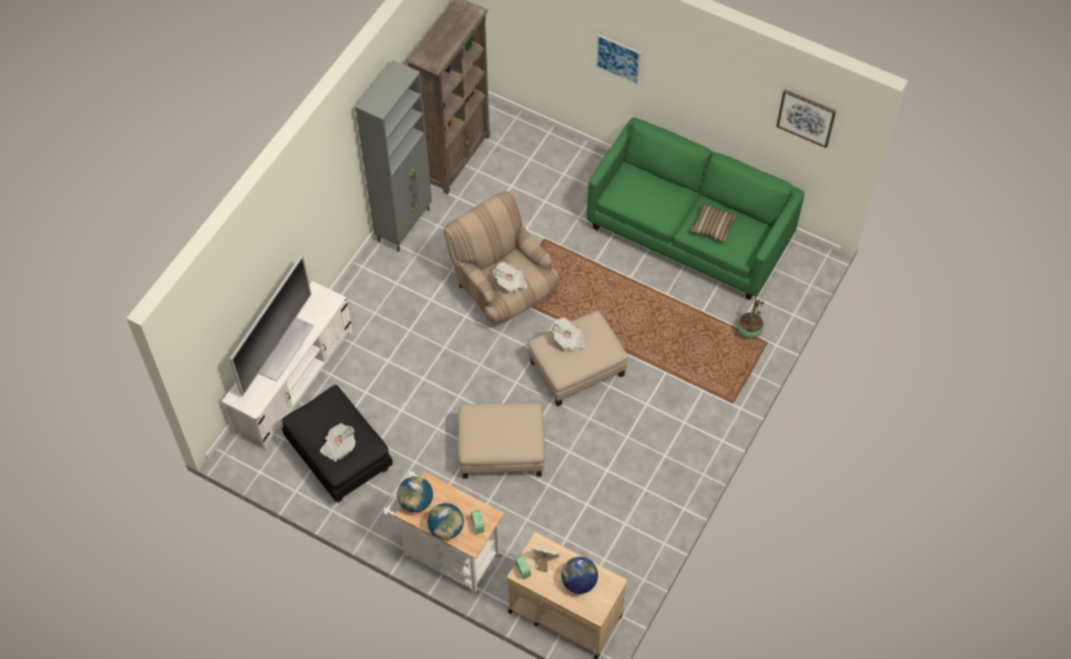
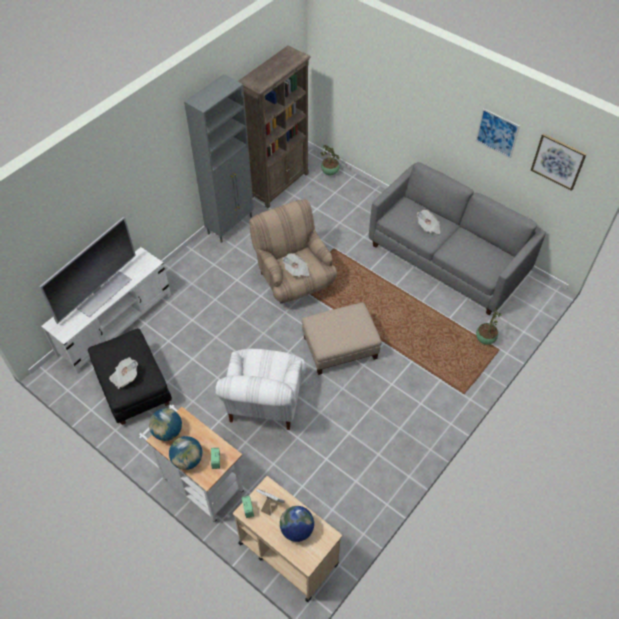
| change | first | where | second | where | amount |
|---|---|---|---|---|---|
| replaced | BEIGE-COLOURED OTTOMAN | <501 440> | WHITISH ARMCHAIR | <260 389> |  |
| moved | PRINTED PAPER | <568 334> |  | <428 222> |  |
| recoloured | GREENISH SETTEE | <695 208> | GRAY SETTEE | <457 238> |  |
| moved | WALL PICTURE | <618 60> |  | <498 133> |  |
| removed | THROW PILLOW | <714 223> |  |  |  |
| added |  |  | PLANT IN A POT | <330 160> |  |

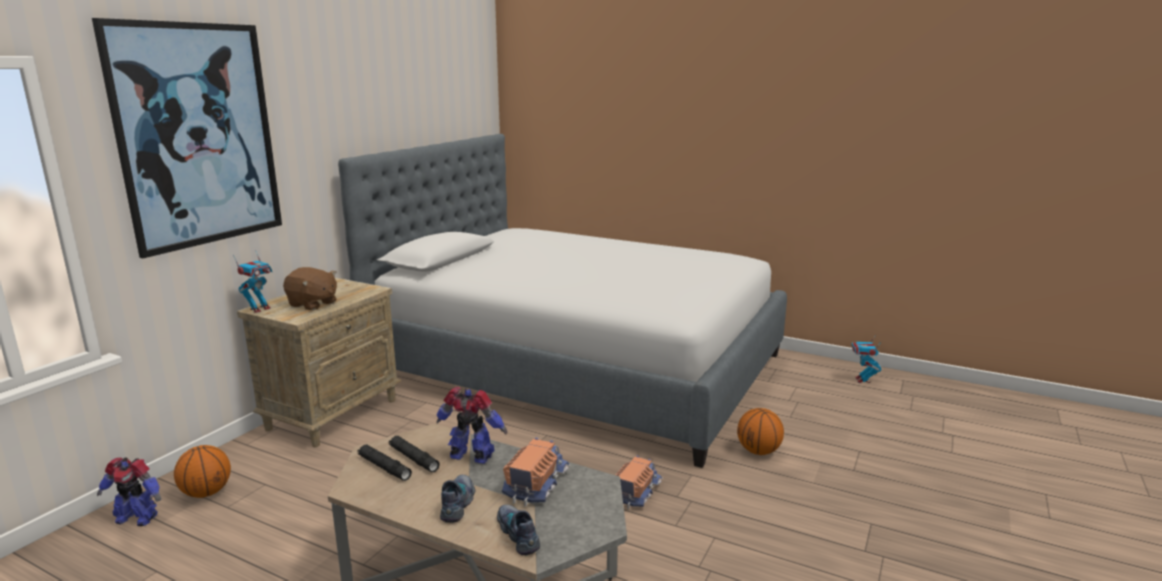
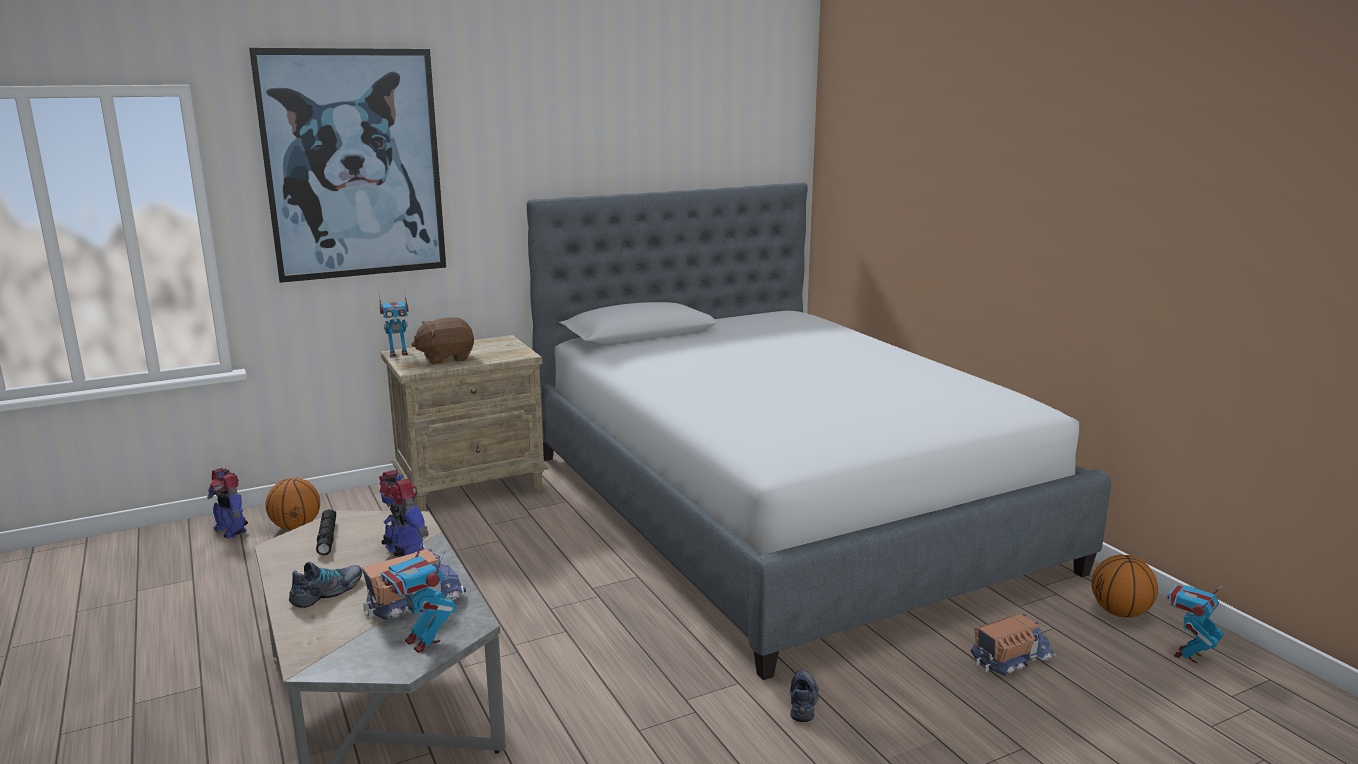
| change | first | where | second | where | amount |
|---|---|---|---|---|---|
| turned | BROWN-COLOURED PLUSH TOY | <310 288> |  | <442 341> | 90 degrees clockwise |
| removed | BLACKISH FLASHLIGHT | <414 454> |  |  |  |
| moved | ITEM OF FOOTWEAR | <518 530> |  | <804 696> |  |
| moved | MODEL TRUCK | <639 482> |  | <1013 645> |  |
| moved | BALL FOR BASKETBALL | <760 431> |  | <1124 586> |  |
| added |  |  | TOY ROBOT | <418 594> |  |

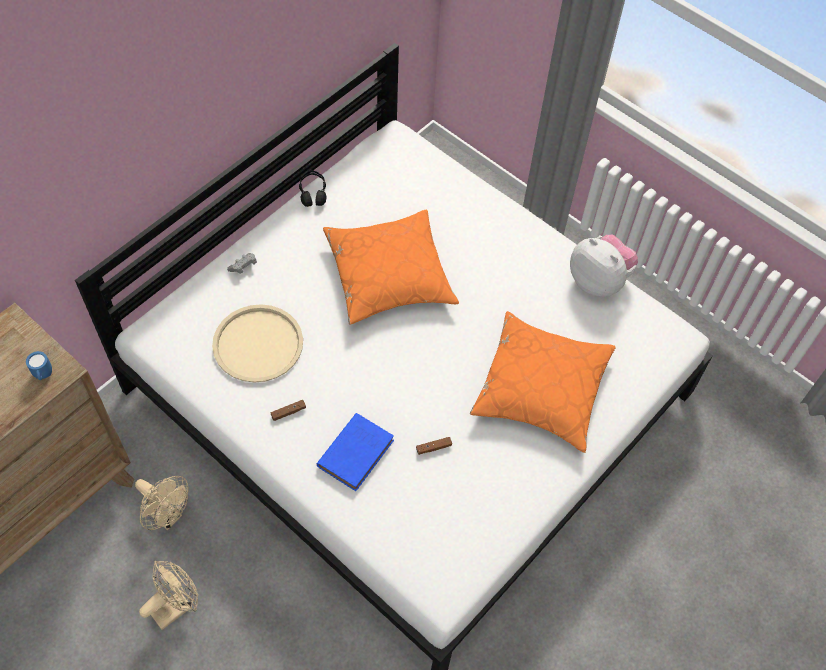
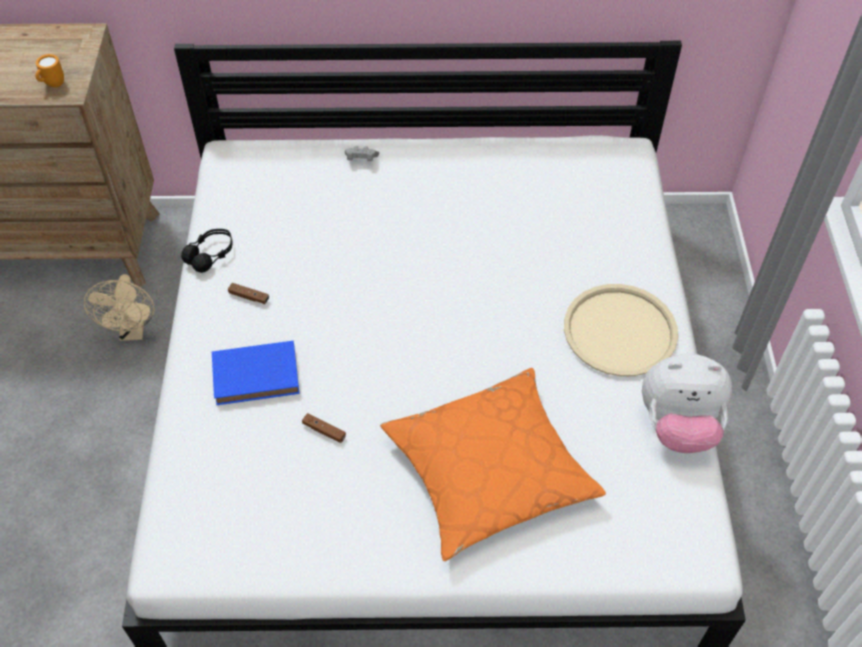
| change | first | where | second | where | amount |
|---|---|---|---|---|---|
| recoloured | BLUISH COFFEE MUG | <39 365> | ORANGEY COFFEE MUG | <50 71> |  |
| removed | BEIGE-COLOURED COOLING FAN | <168 595> |  |  |  |
| moved | BEIGE-COLOURED CARRYING TRAY | <257 343> |  | <621 330> |  |
| moved | BLACKISH PAIR OF HEADPHONES | <313 188> |  | <206 251> |  |
| removed | ORANGEY THROW PILLOW | <391 267> |  |  |  |
| turned | PLUSH TOY | <604 266> |  | <687 403> | 90 degrees clockwise |

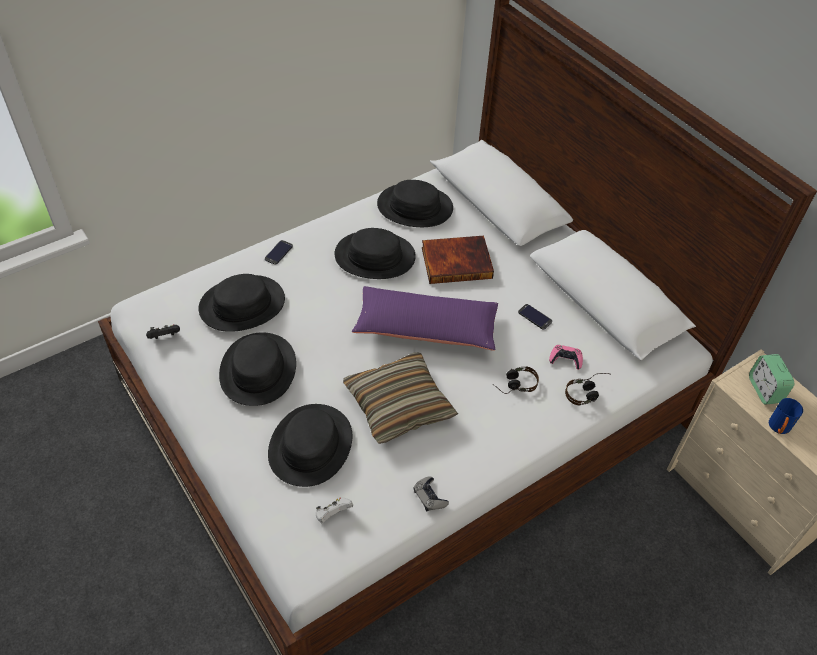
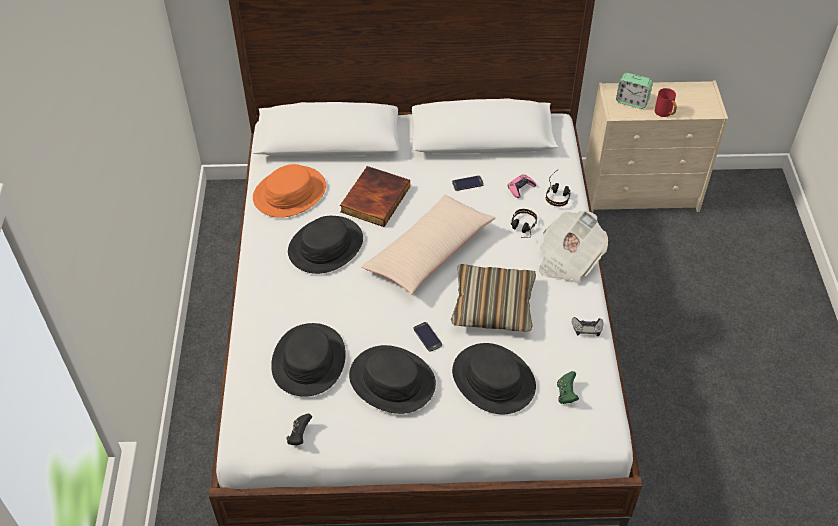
| change | first | where | second | where | amount |
|---|---|---|---|---|---|
| moved | TELEPHONE | <279 252> |  | <428 337> |  |
| recoloured | WHITISH JOYPAD | <334 510> | GREENISH JOYPAD | <568 387> |  |
| recoloured | PURPLISH THROW PILLOW | <425 318> | BEIGE-COLOURED THROW PILLOW | <428 244> |  |
| recoloured | BLACKISH CLOTHING HAT | <415 203> | ORANGEY CLOTHING HAT | <289 191> |  |
| recoloured | BLUISH COFFEE MUG | <786 416> | REDDISH COFFEE MUG | <666 102> |  |
| added |  |  | PRINTED PAPER | <573 247> |  |

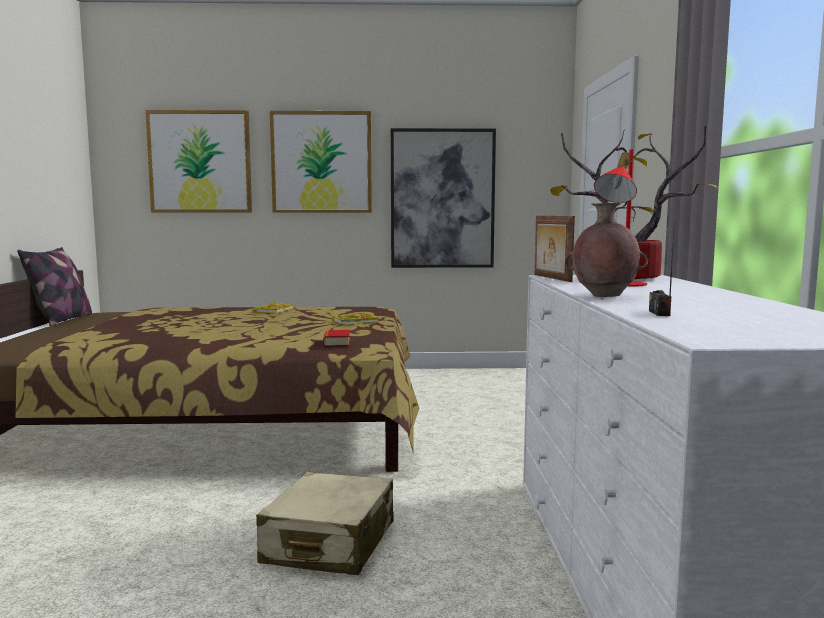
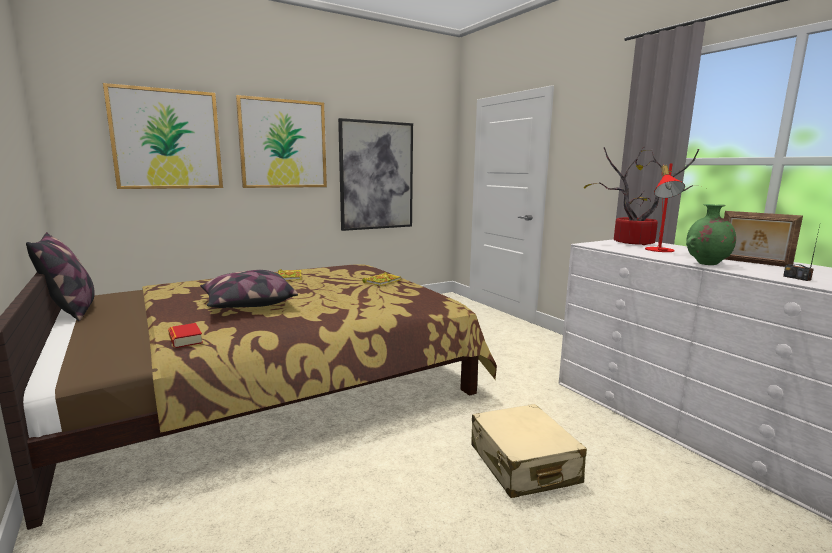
| change | first | where | second | where | amount |
|---|---|---|---|---|---|
| moved | VOLUME | <336 338> |  | <185 335> |  |
| moved | STANDING FRAME | <554 249> |  | <763 239> |  |
| recoloured | BROWN-COLOURED DECORATIVE VASE | <606 250> | GREENISH DECORATIVE VASE | <711 234> |  |
| added |  |  | THROW PILLOW | <249 289> |  |

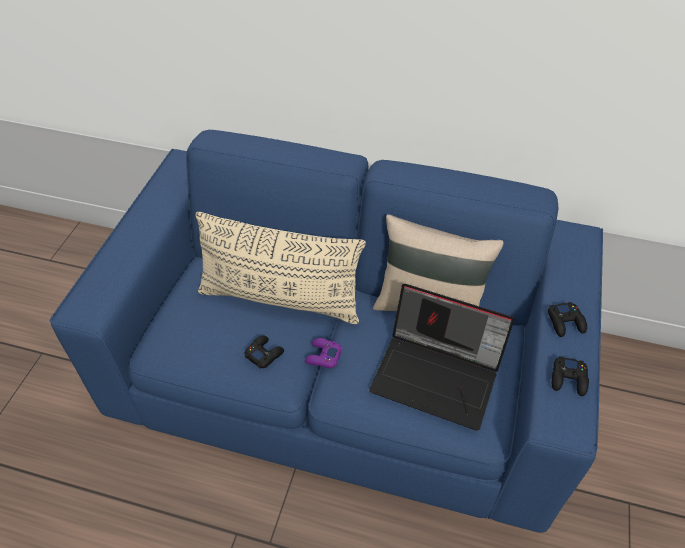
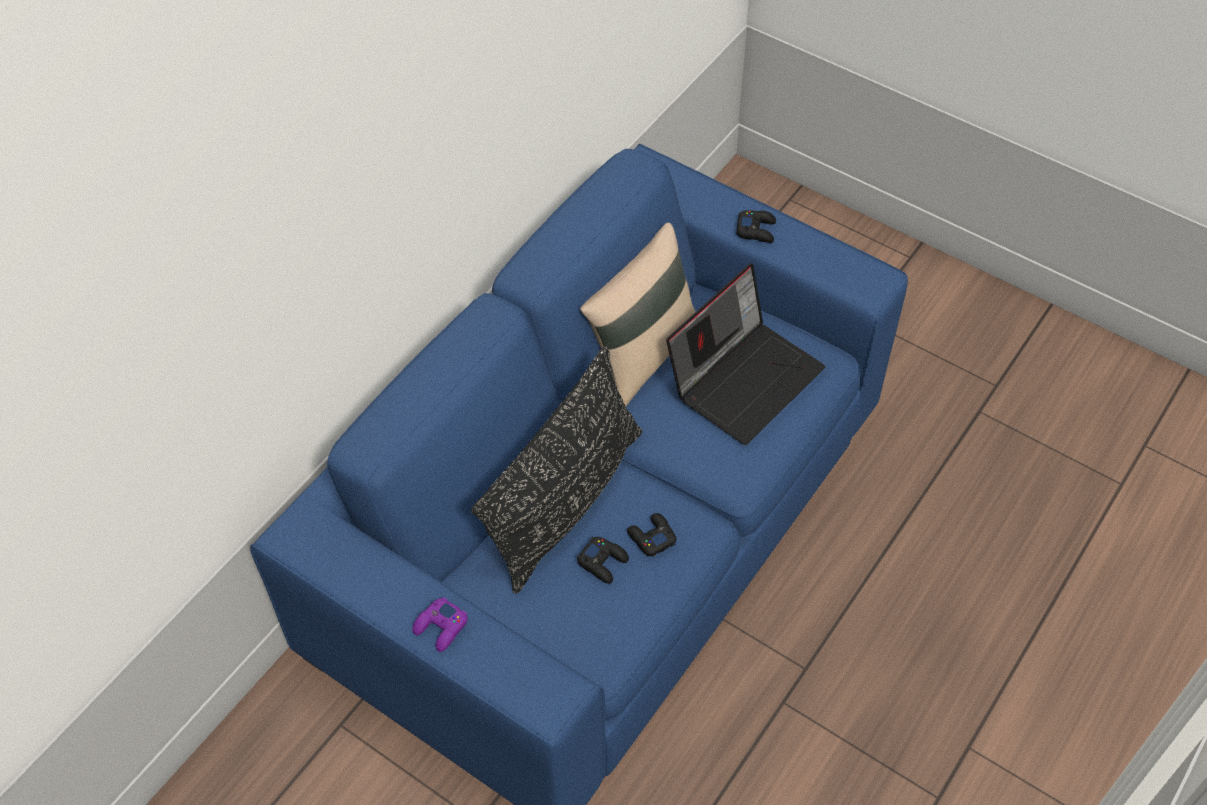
| change | first | where | second | where | amount |
|---|---|---|---|---|---|
| recoloured | BEIGE-COLOURED THROW PILLOW | <281 268> | BLACKISH THROW PILLOW | <556 470> |  |
| moved | PURPLISH JOYPAD | <323 353> |  | <440 624> |  |
| moved | BLACKISH JOYPAD | <570 376> |  | <603 560> |  |

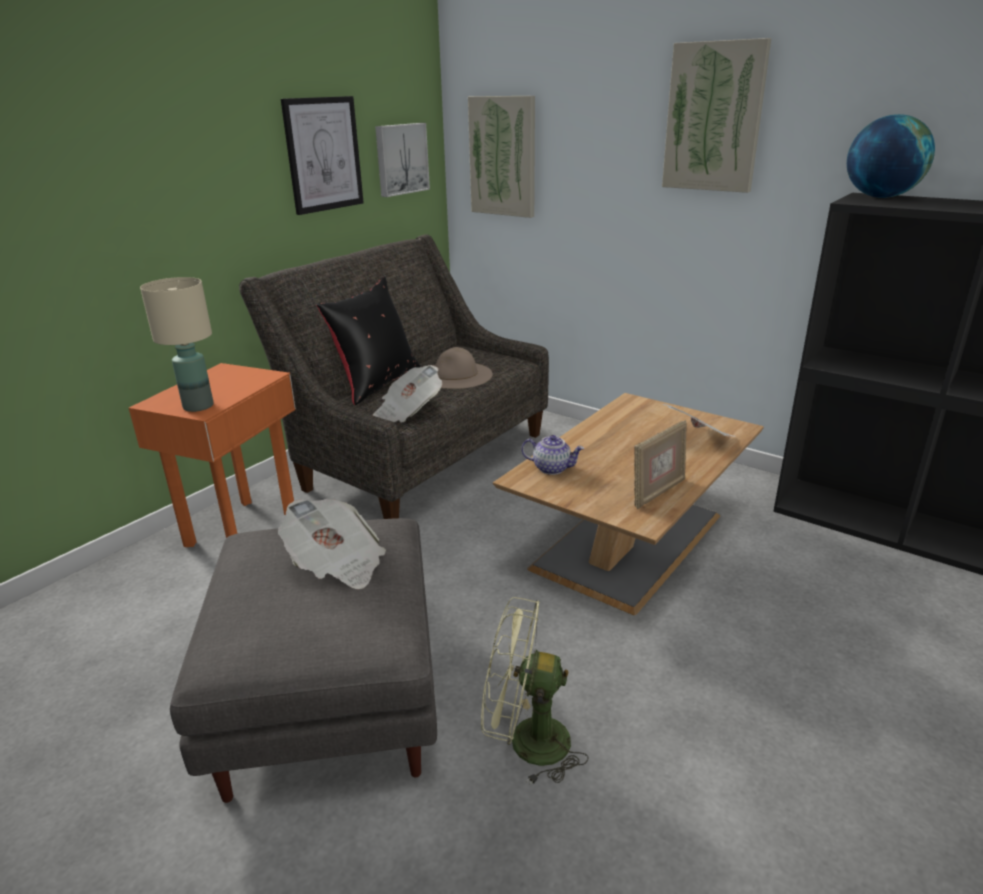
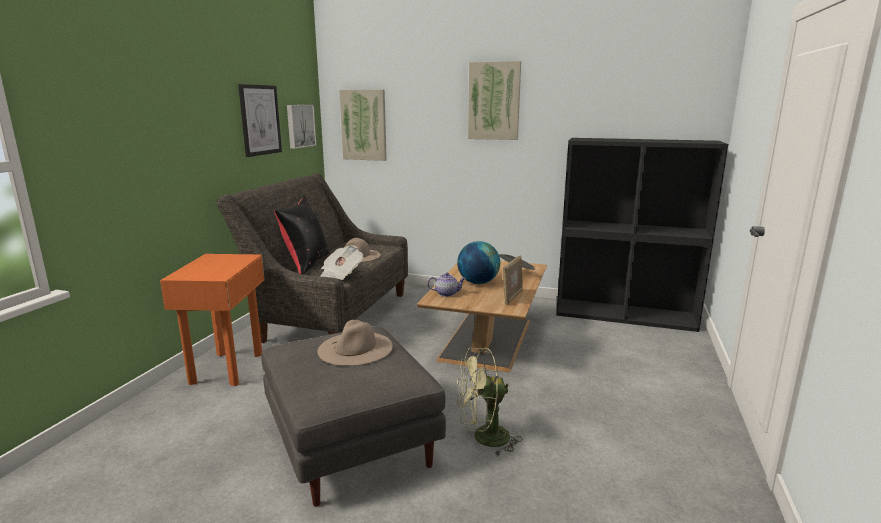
| change | first | where | second | where | amount |
|---|---|---|---|---|---|
| removed | BEIGE-COLOURED TABLETOP LAMP | <177 344> |  |  |  |
| replaced | PRINTED PAPER | <332 544> | BEIGE-COLOURED CLOTHING HAT | <355 343> |  |
| moved | GLOBE | <891 156> |  | <478 262> |  |

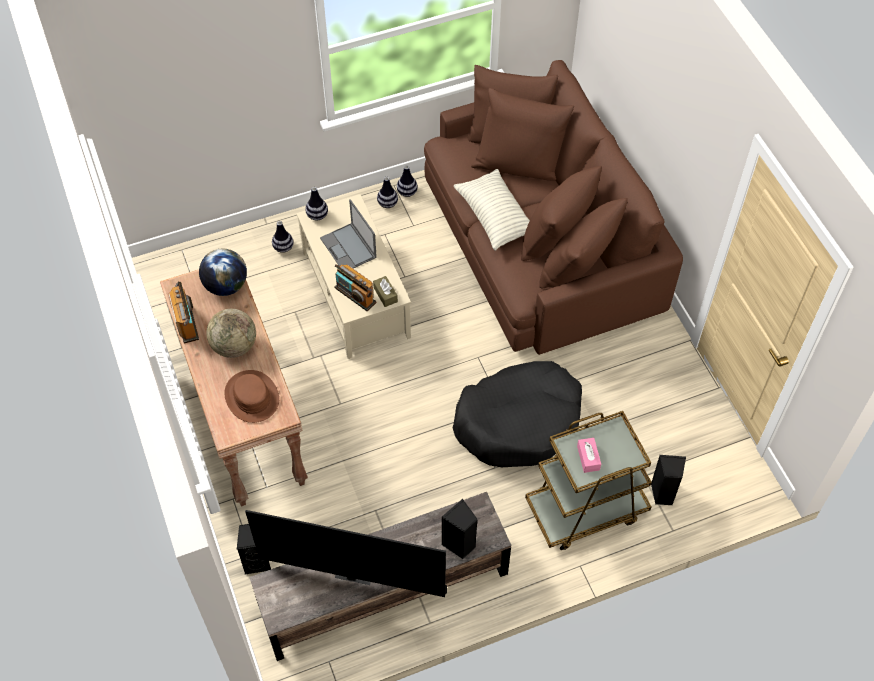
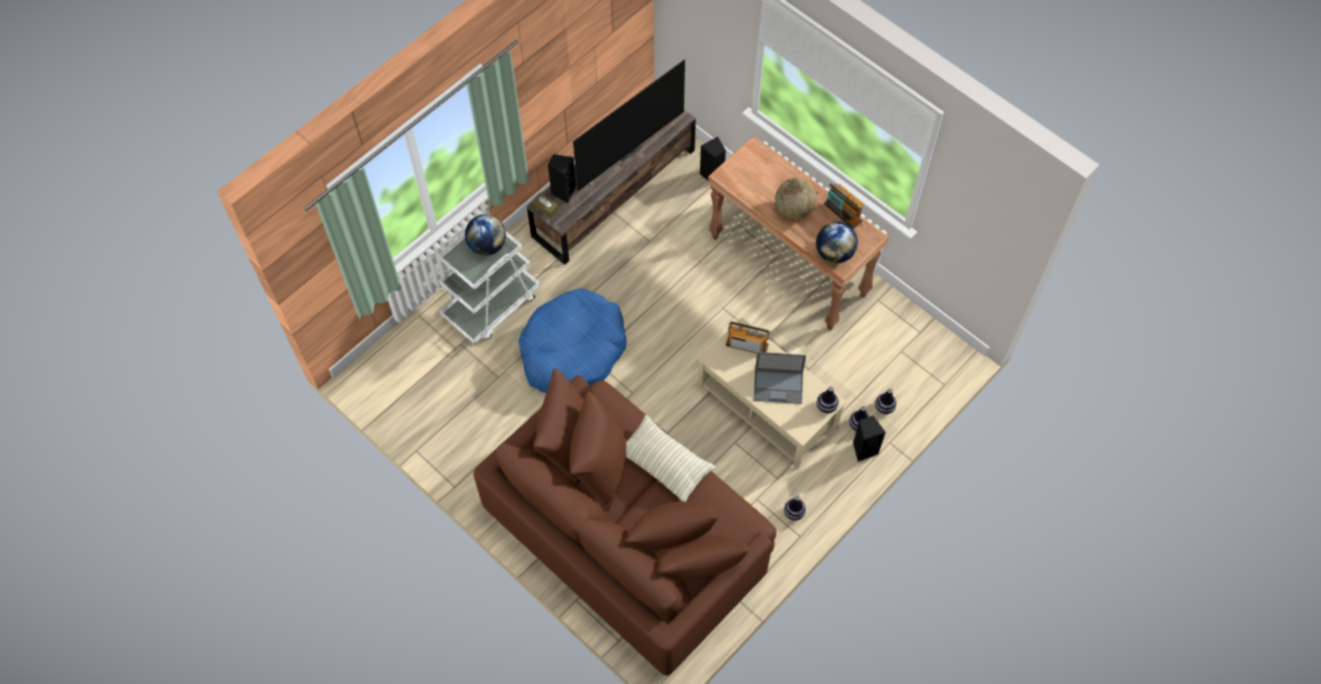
| change | first | where | second | where | amount |
|---|---|---|---|---|---|
| removed | BROWN-COLOURED CLOTHING HAT | <251 396> |  |  |  |
| turned | TELEVISION | <346 553> |  | <629 125> | 150 degrees clockwise |
| turned | NOTEBOOK COMPUTER | <348 234> |  | <780 378> | 150 degrees clockwise |
| moved | BROWN-COLOURED TISSUE HOLDER | <385 291> |  | <545 205> |  |
| moved | DECORATIVE VASE | <407 181> |  | <885 401> |  |
| recoloured | BLACKISH DOG CUSHION | <517 414> | BLUISH DOG CUSHION | <572 341> |  |
| recoloured | BROWN-COLOURED CART | <588 480> | WHITISH CART | <489 284> |  |
| replaced | PINK TISSUE HOLDER | <589 455> | GLOBE | <485 235> |  |
| moved | BLACKISH SPEAKER | <668 480> |  | <869 439> |  |

